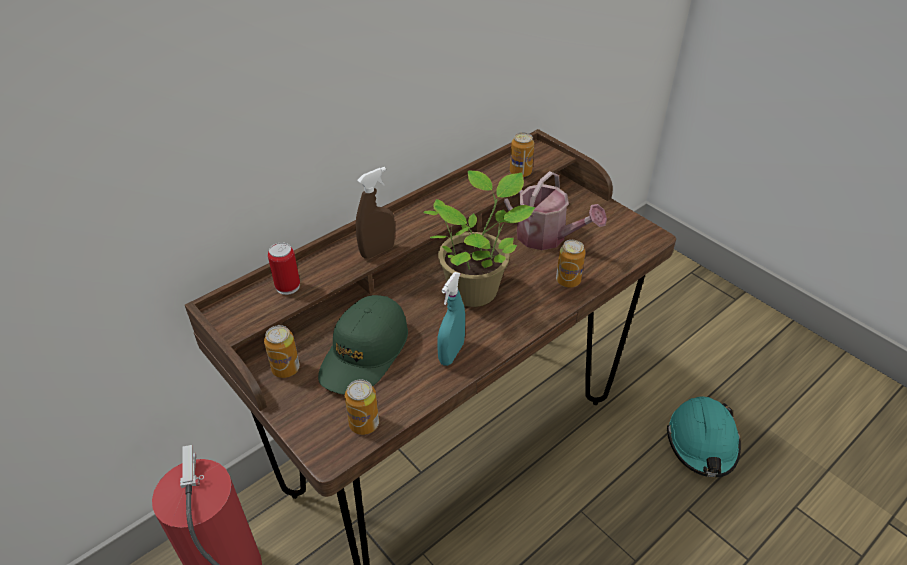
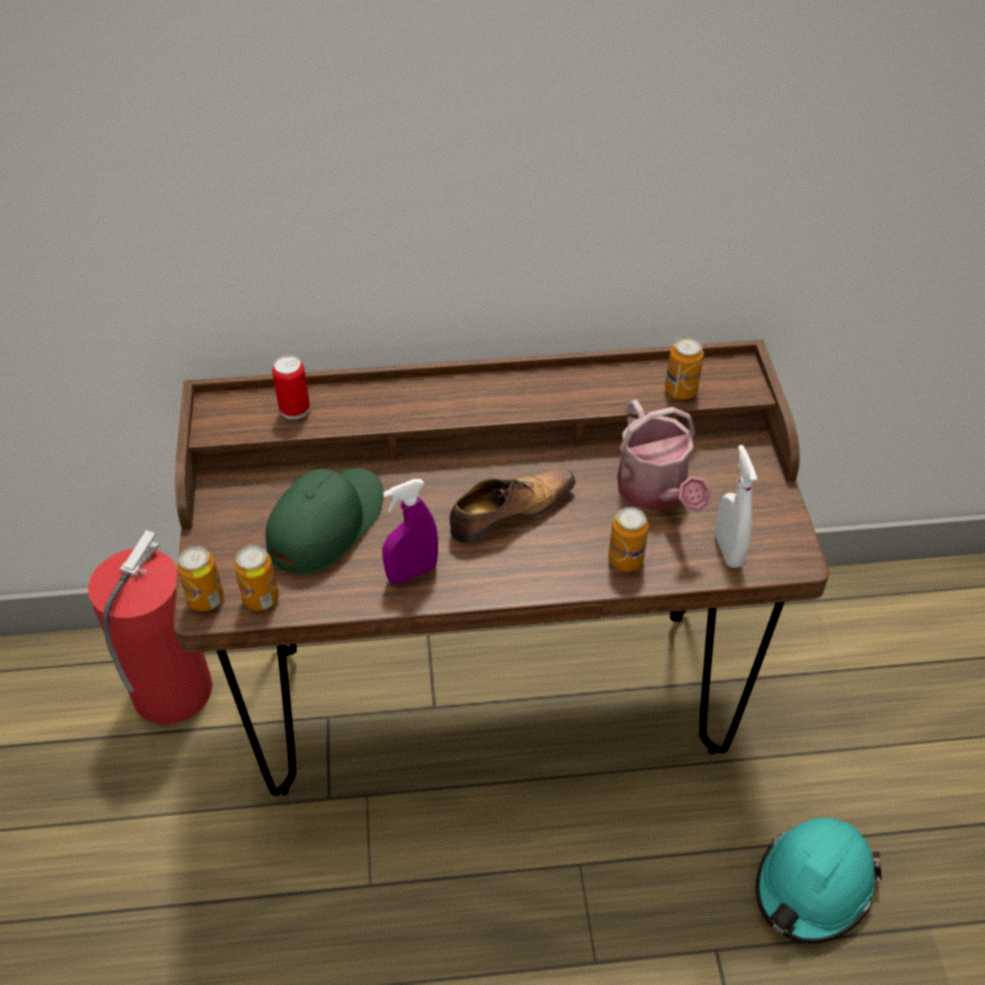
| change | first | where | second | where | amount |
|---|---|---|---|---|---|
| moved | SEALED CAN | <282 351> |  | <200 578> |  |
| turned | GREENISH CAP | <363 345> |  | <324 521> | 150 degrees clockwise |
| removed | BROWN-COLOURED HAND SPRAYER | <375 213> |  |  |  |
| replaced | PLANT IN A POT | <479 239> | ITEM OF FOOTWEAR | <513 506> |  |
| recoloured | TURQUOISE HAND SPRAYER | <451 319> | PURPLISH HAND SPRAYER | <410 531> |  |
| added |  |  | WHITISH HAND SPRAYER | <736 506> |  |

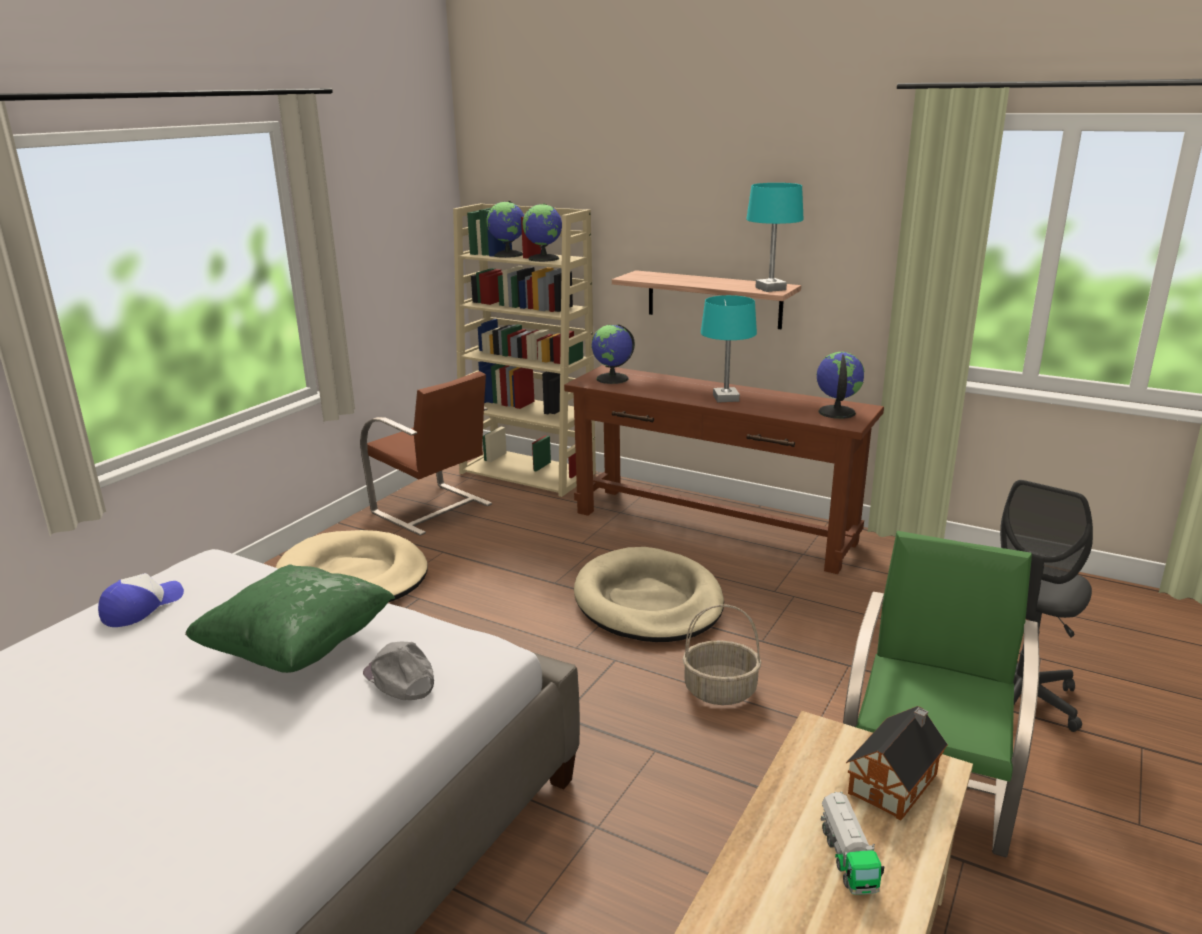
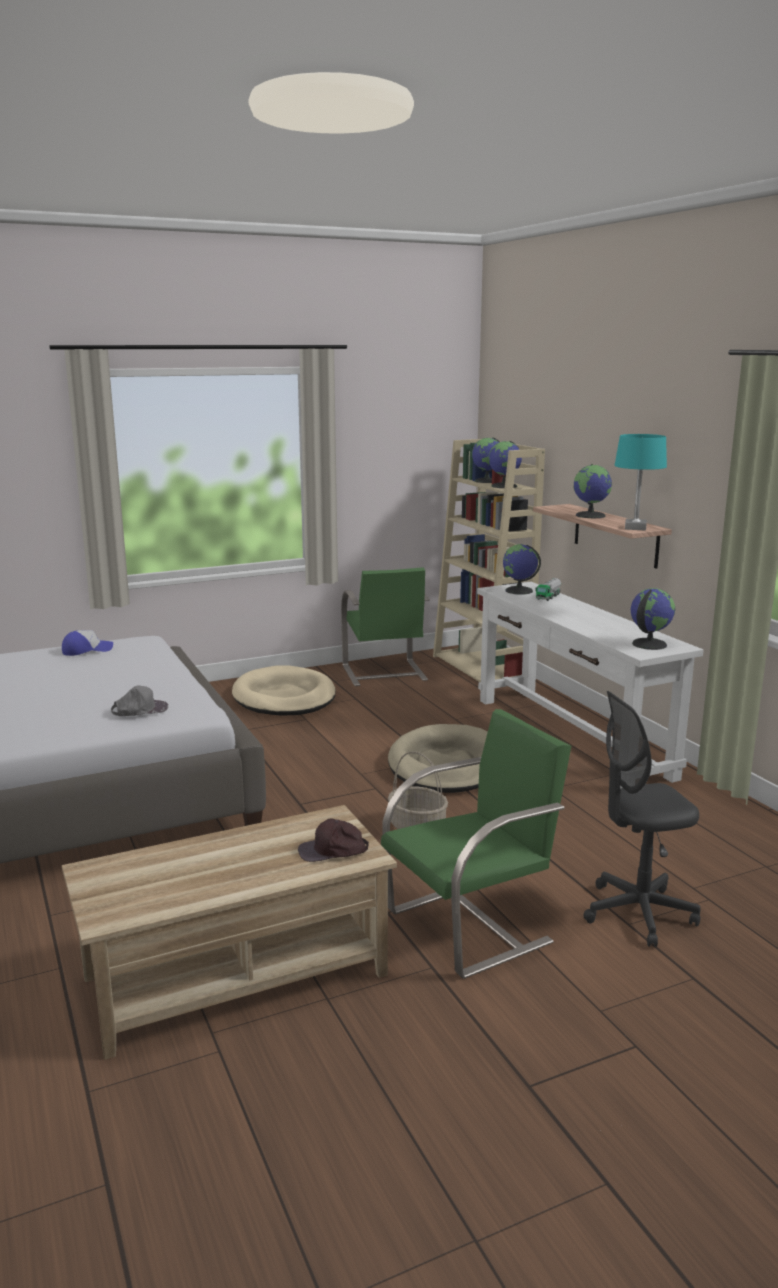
| change | first | where | second | where | amount |
|---|---|---|---|---|---|
| removed | GREENISH THROW PILLOW | <290 618> |  |  |  |
| recoloured | BROWN-COLOURED CHAIR | <426 453> | GREENISH CHAIR | <385 626> |  |
| turned | GRAY CAP | <398 671> |  | <139 700> | 75 degrees clockwise |
| recoloured | BROWN-COLOURED NARROW TABLE | <724 469> | WHITISH NARROW TABLE | <590 685> |  |
| removed | TURQUOISE TABLETOP LAMP | <729 349> |  |  |  |
| moved | MODEL TRUCK | <852 843> |  | <548 589> |  |
| replaced | MODEL HOUSE | <897 763> | BROWN-COLOURED CAP | <333 840> |  |
| added |  |  | GLOBE | <592 491> |  |

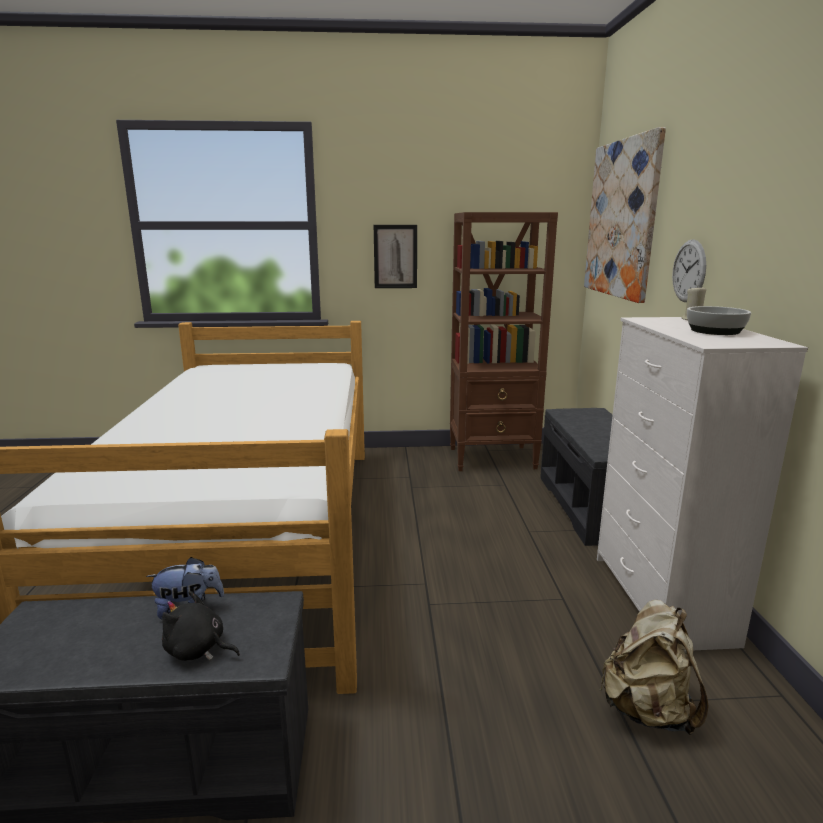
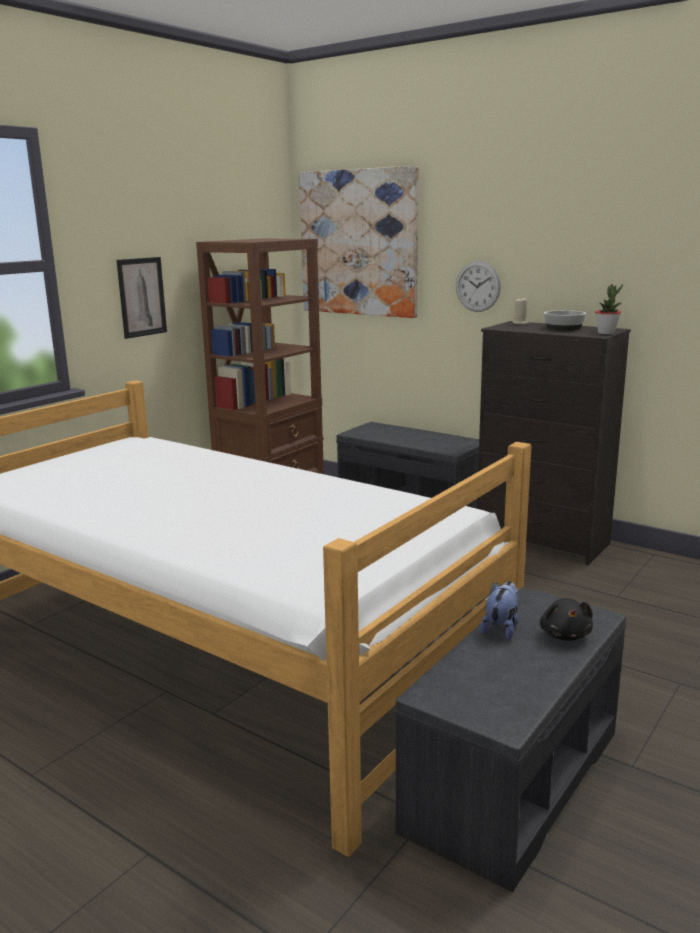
| change | first | where | second | where | amount |
|---|---|---|---|---|---|
| turned | BLACKISH PLUSH TOY | <201 626> |  | <566 619> | 60 degrees counterclockwise |
| recoloured | WHITISH DRESSER | <702 483> | BLACKISH DRESSER | <554 443> |  |
| removed | BEIGE-COLOURED BACKPACK | <654 667> |  |  |  |
| added |  |  | PLANT IN A POT | <609 309> |  |

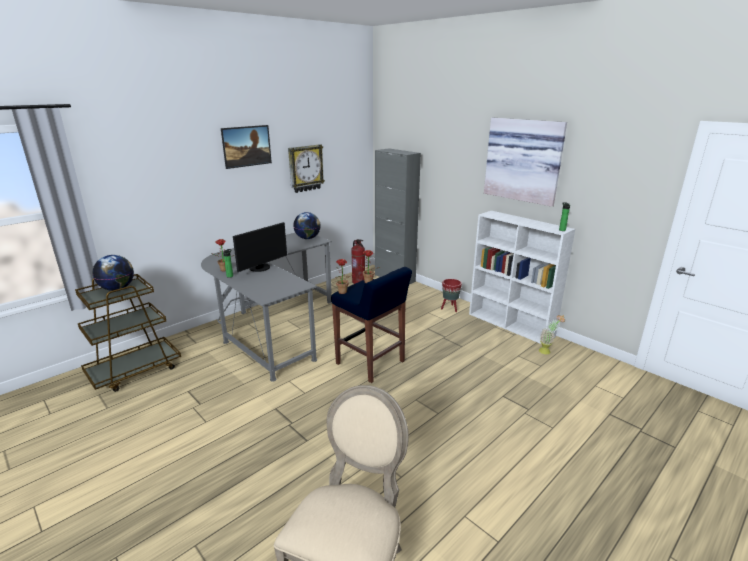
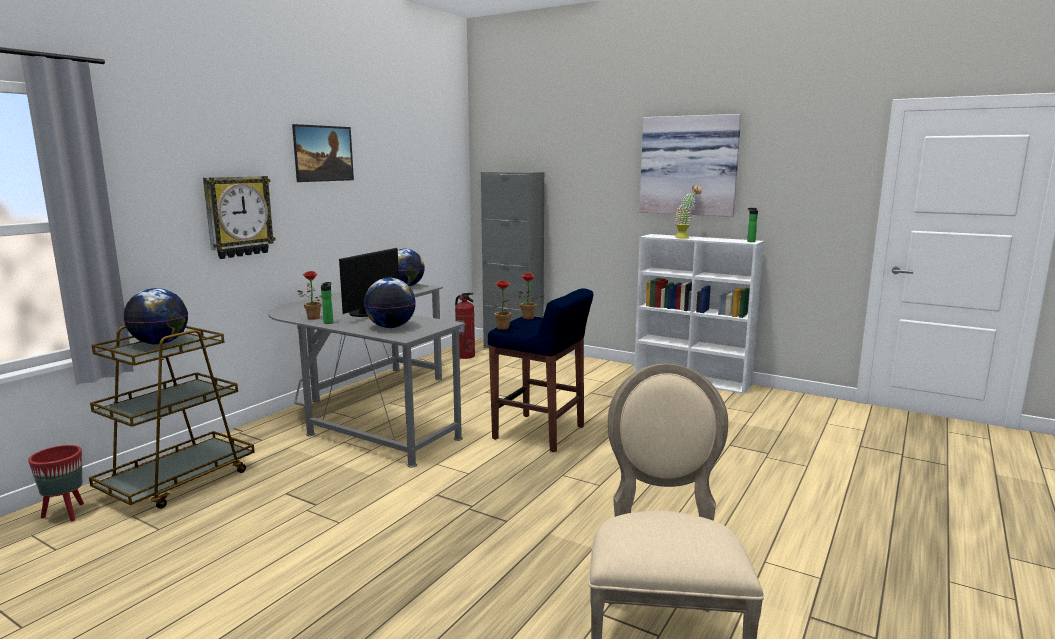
| change | first | where | second | where | amount |
|---|---|---|---|---|---|
| moved | WALL CLOCK | <306 168> |  | <239 217> |  |
| moved | REDDISH PLANTER | <451 295> |  | <56 483> |  |
| moved | PLANT IN A POT | <552 334> |  | <688 212> |  |
| added |  |  | GLOBE | <390 303> |  |

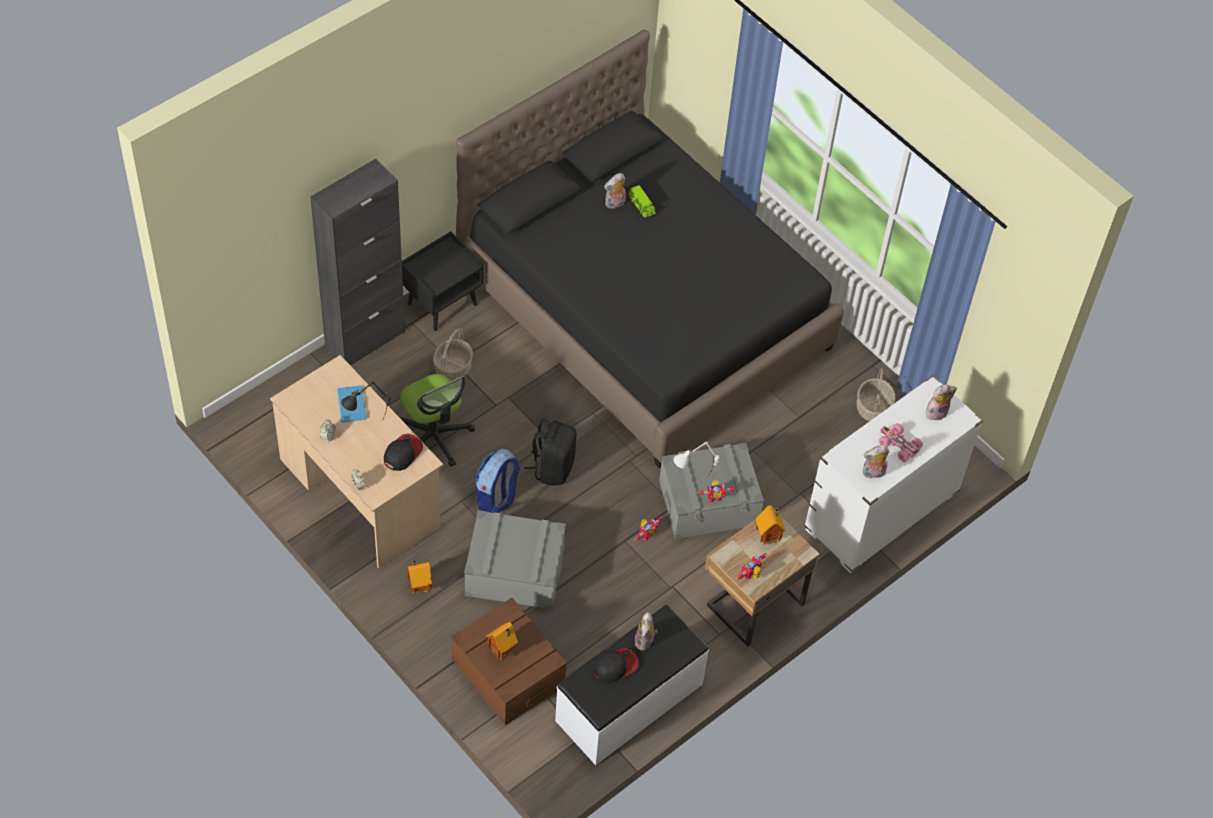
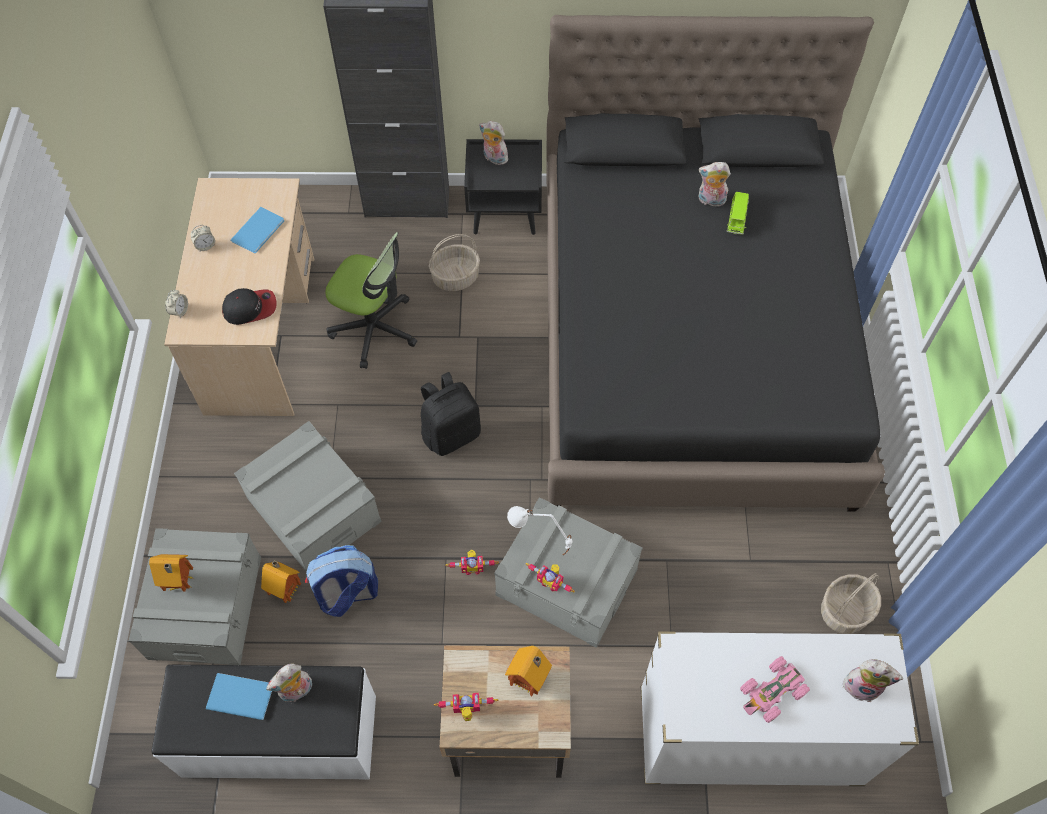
| change | first | where | second | where | amount |
|---|---|---|---|---|---|
| removed | BLACKISH TABLETOP LAMP | <366 400> |  |  |  |
| turned | COMPUTER CHAIR | <437 420> |  | <371 300> | 75 degrees counterclockwise |
| moved | MODEL HOUSE | <419 577> |  | <281 582> |  |
| recoloured | BROWN-COLOURED STORAGE BIN | <509 661> | GRAY STORAGE BIN | <195 596> |  |
| moved | BACKPACK | <497 481> |  | <341 581> |  |
| replaced | CAP | <616 665> | BLUISH VOLUME | <239 696> |  |
| moved | PLUSH TOY | <876 462> |  | <493 143> |  |
| turned | PINK MINIATURE CAR | <901 442> |  | <775 689> | 120 degrees counterclockwise |

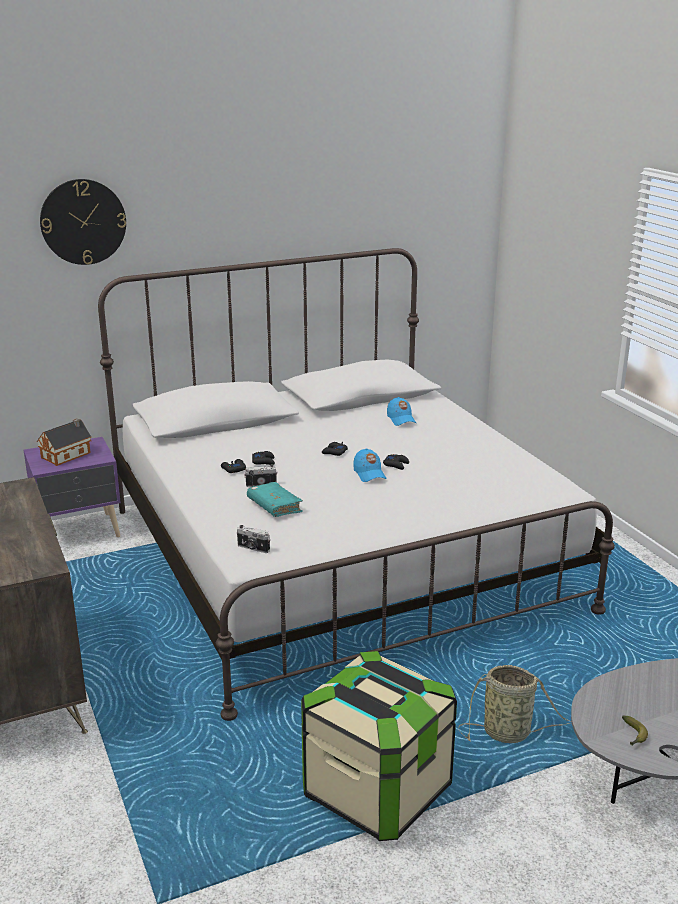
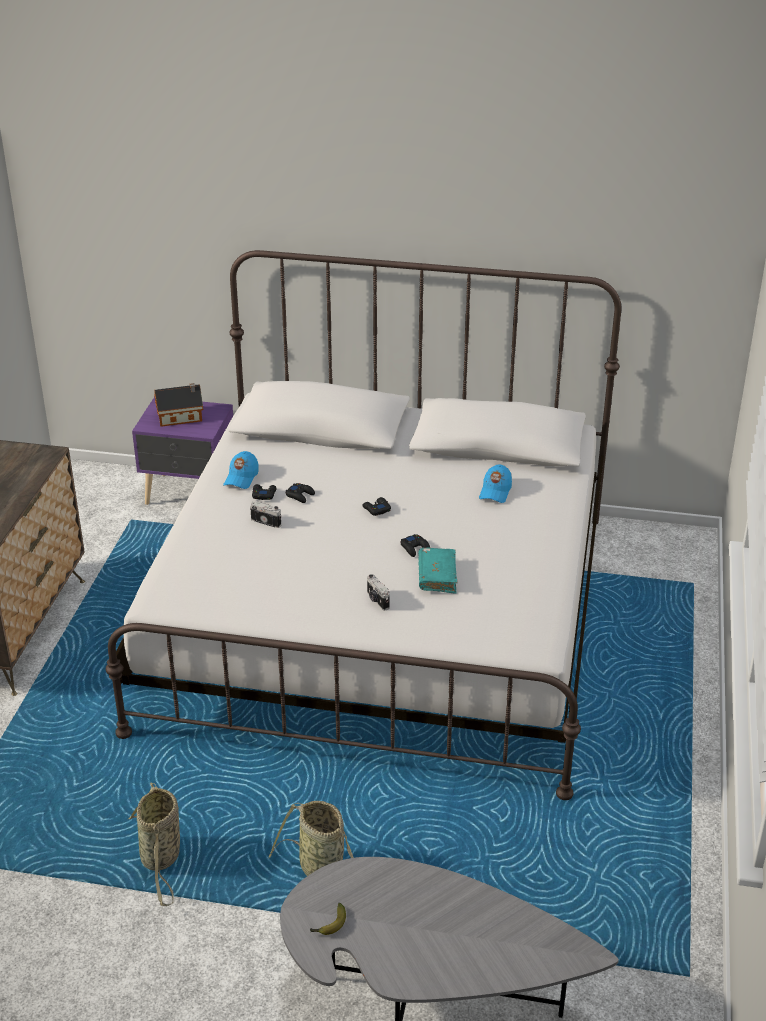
| change | first | where | second | where | amount |
|---|---|---|---|---|---|
| removed | WALL CLOCK | <83 222> |  |  |  |
| moved | STILL CAMERA | <253 539> |  | <378 592> |  |
| moved | TURQUOISE VOLUME | <275 499> |  | <438 570> |  |
| replaced | STORAGE BIN | <379 746> | HOUSEHOLD BASKET | <153 844> |  |
| moved | BLUISH CAP | <370 465> |  | <241 470> |  |

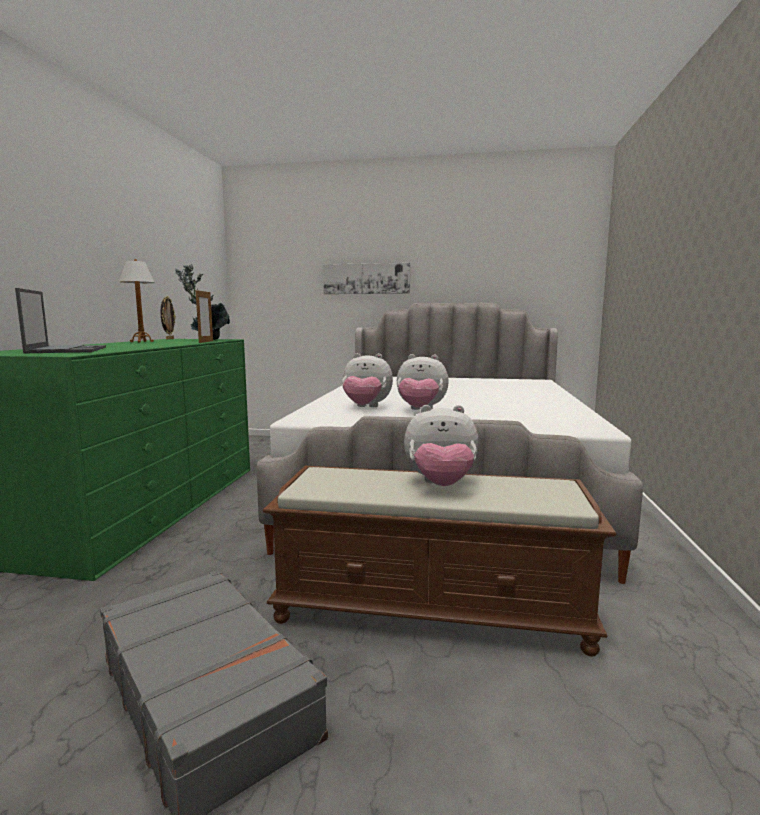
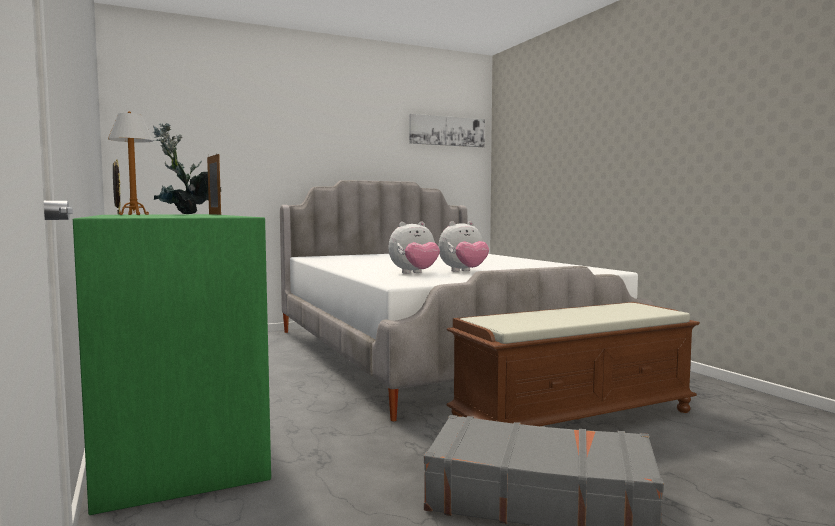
| change | first | where | second | where | amount |
|---|---|---|---|---|---|
| removed | NOTEBOOK COMPUTER | <60 320> |  |  |  |
| moved | WALL PICTURE | <366 278> |  | <447 130> |  |
| removed | PLUSH TOY | <441 445> |  |  |  |

